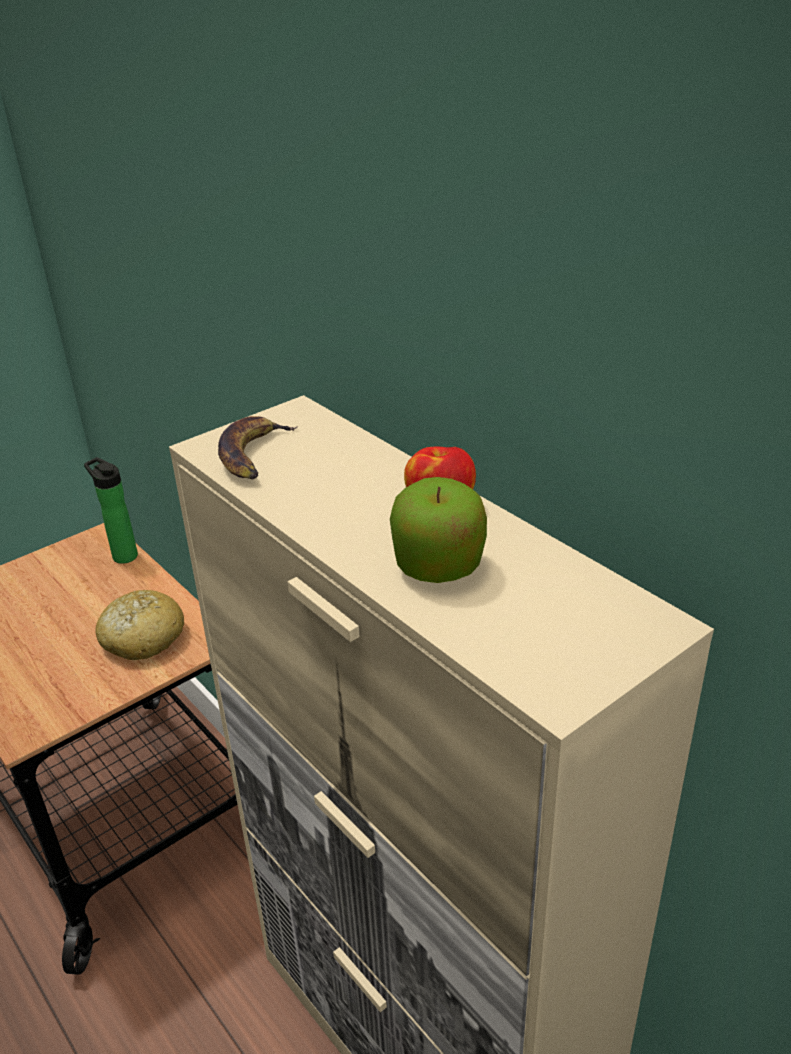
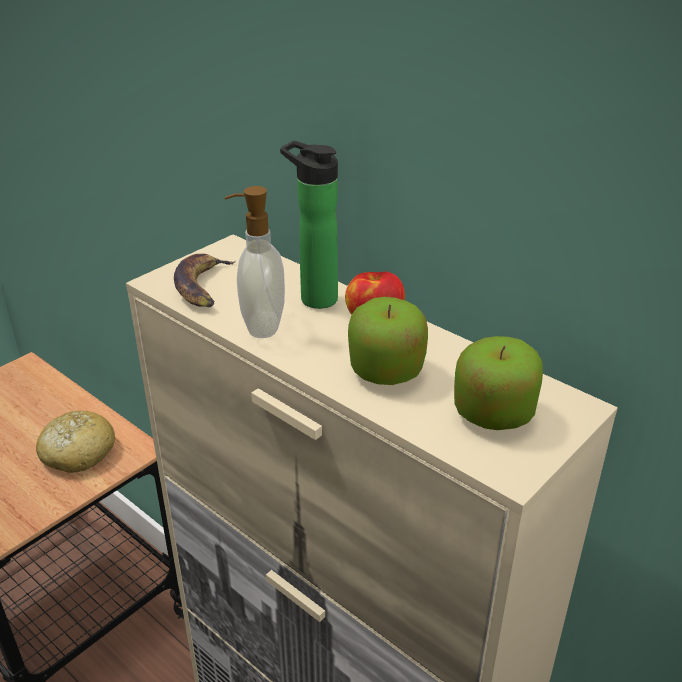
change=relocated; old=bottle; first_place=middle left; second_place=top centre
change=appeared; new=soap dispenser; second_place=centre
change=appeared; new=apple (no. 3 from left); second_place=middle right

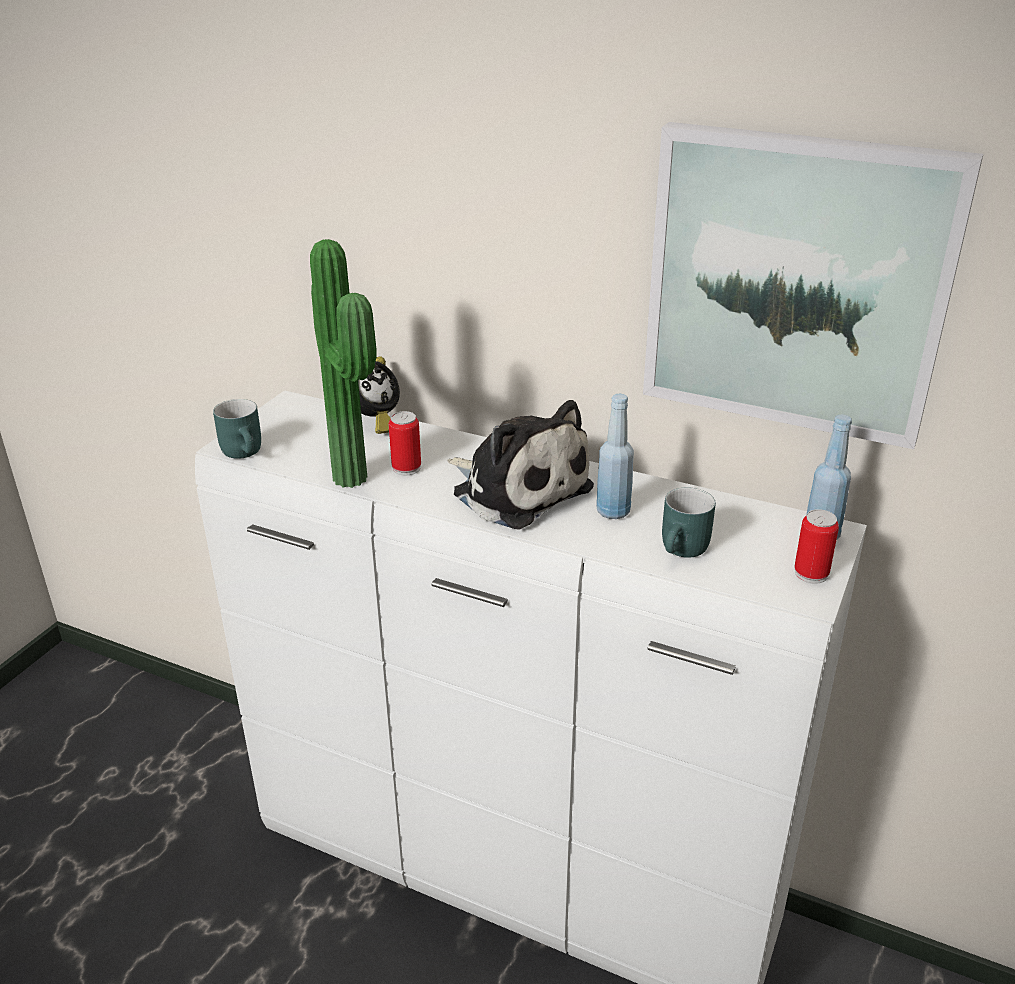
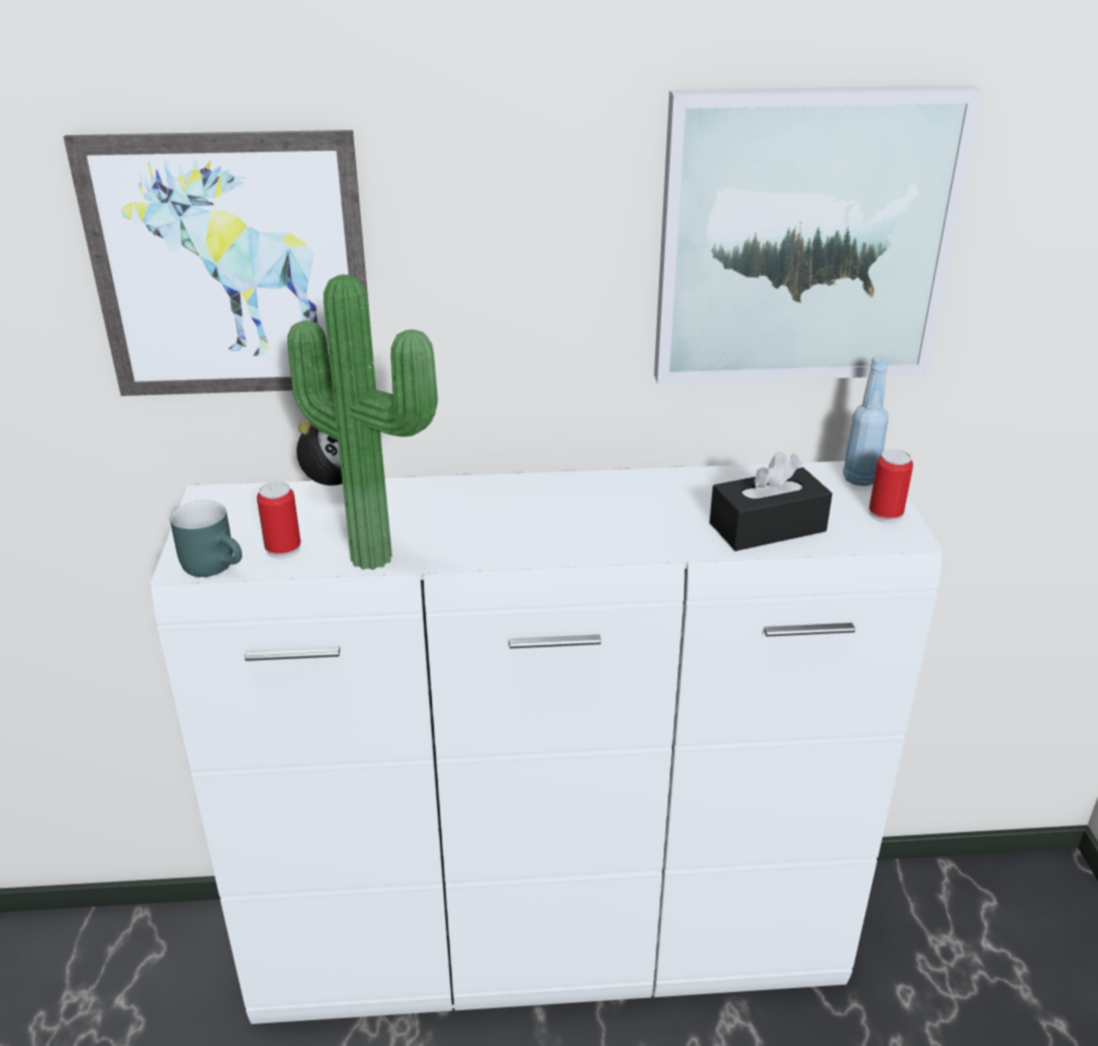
change=relocated; old=can (no. 1 from left); first_place=centre; second_place=middle left
change=missing; old=plush toy; first_place=centre
change=missing; old=blue bottle (no. 1 from left); first_place=centre
change=exchanged; old=turquoise mug (no. 2 from left); new=black tissue box; first_place=middle right; second_place=middle right
change=appeared; new=picture (no. 1 from left); second_place=top left

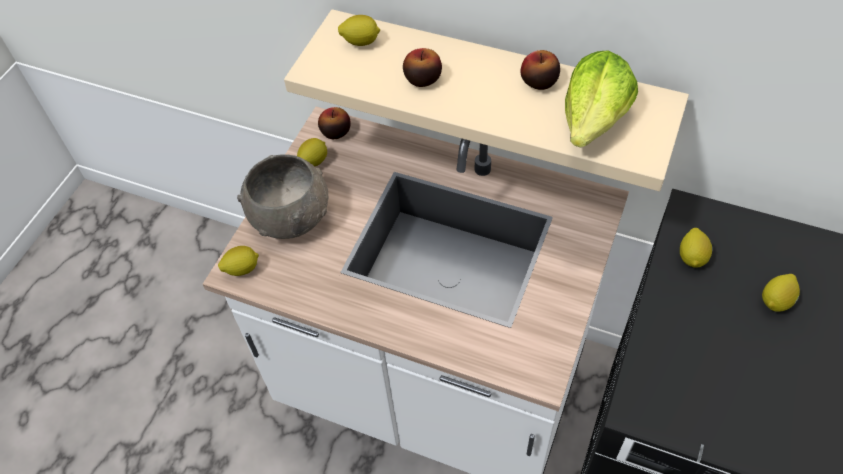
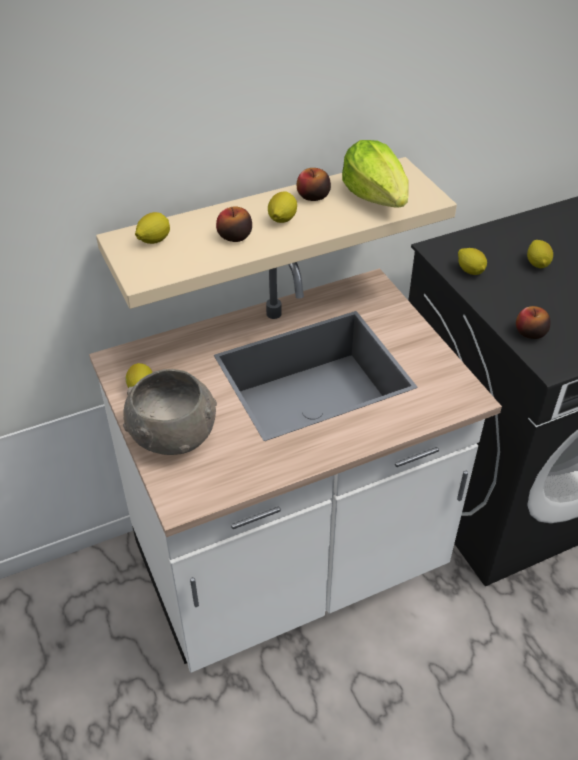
change=relocated; old=lemon (no. 1 from left in the first image); new=lemon (no. 3 from left); first_place=middle left; second_place=top centre
change=relocated; old=apple (no. 1 from left in the first image); new=apple (no. 3 from left); first_place=top centre; second_place=middle right

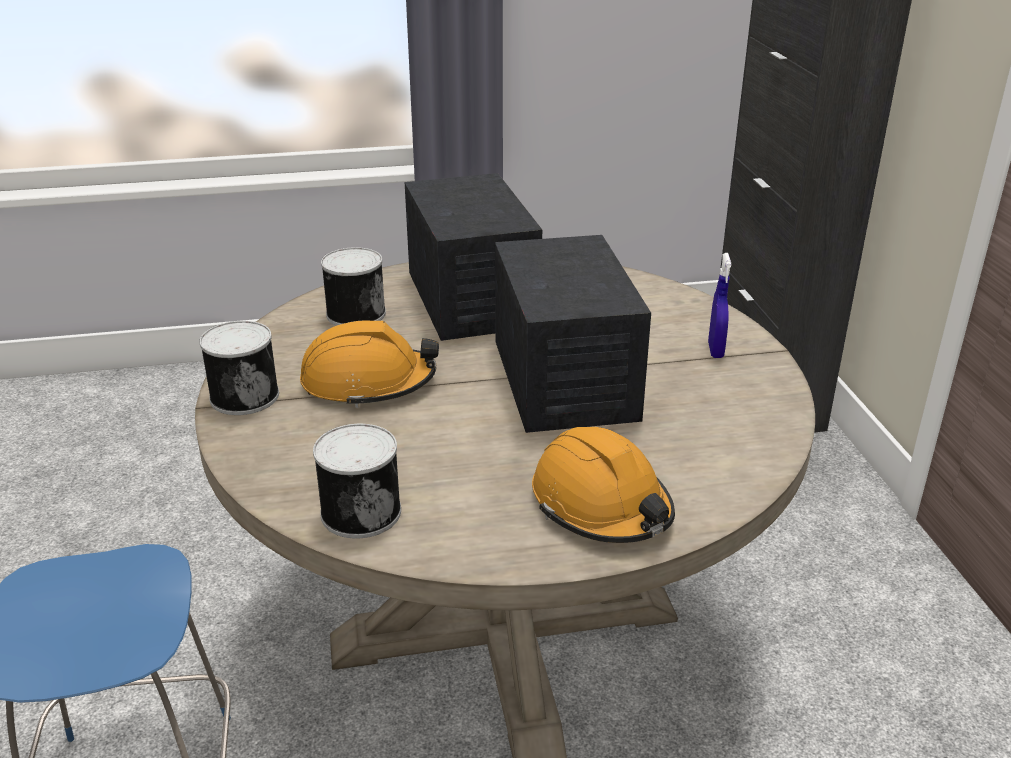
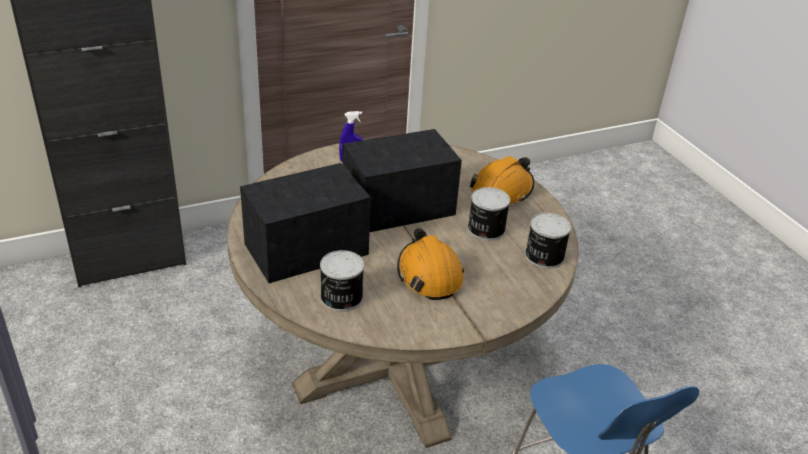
change=relocated; old=can (no. 1 from left in the first image); new=can (no. 2 from left); first_place=middle left; second_place=centre

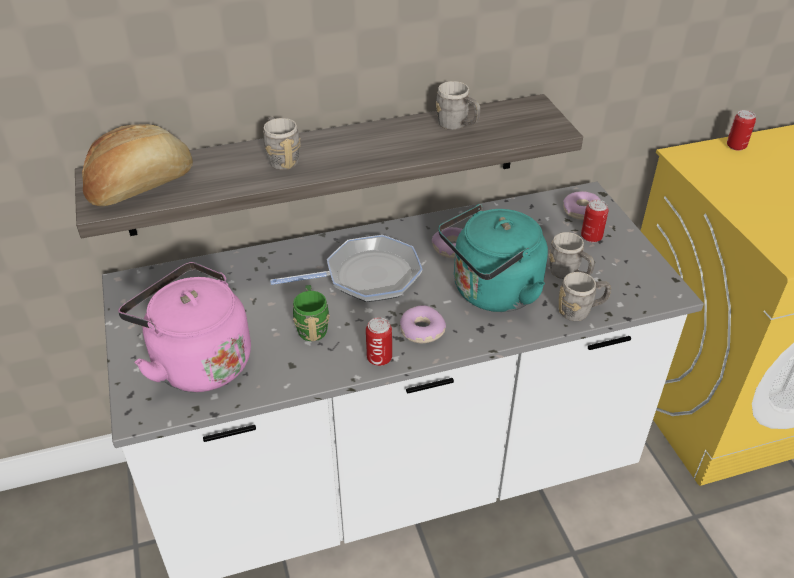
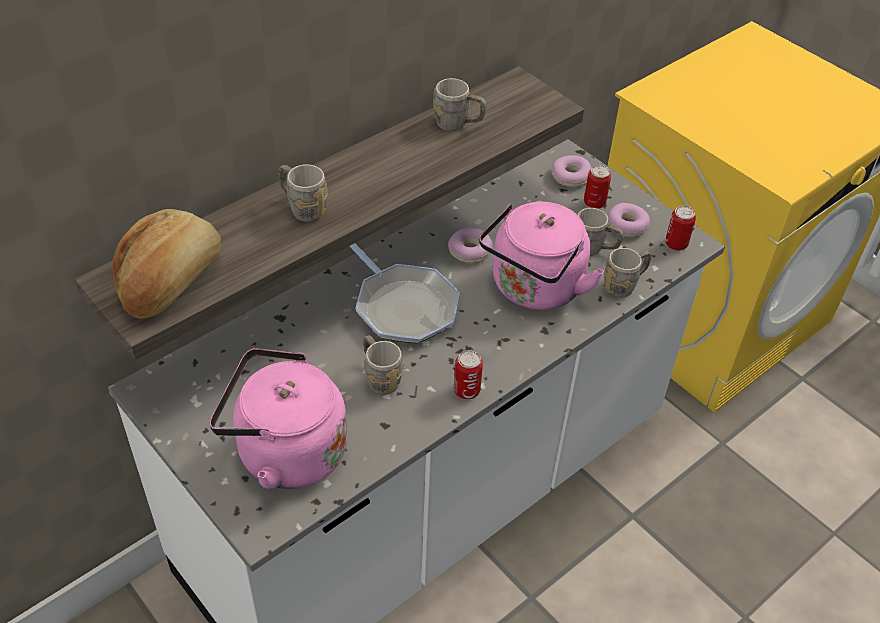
change=spun; old=frying pan; first_place=centre; second_place=centre; degrees=90
change=colour; old=green mug; new=grey mug (no. 2 from left); first_place=centre; second_place=centre
change=relocated; old=donut (no. 1 from left in the first image); new=donut (no. 3 from left); first_place=centre; second_place=middle right
change=colour; old=turquoise kettle; new=pink kettle (no. 2 from left); first_place=centre; second_place=centre
change=relocated; old=can (no. 3 from left); first_place=top right; second_place=middle right

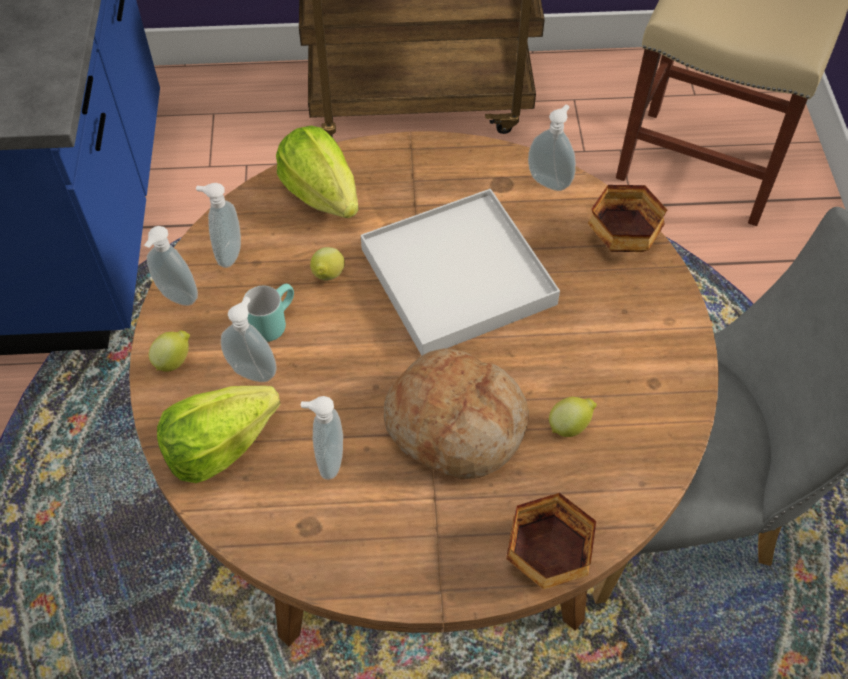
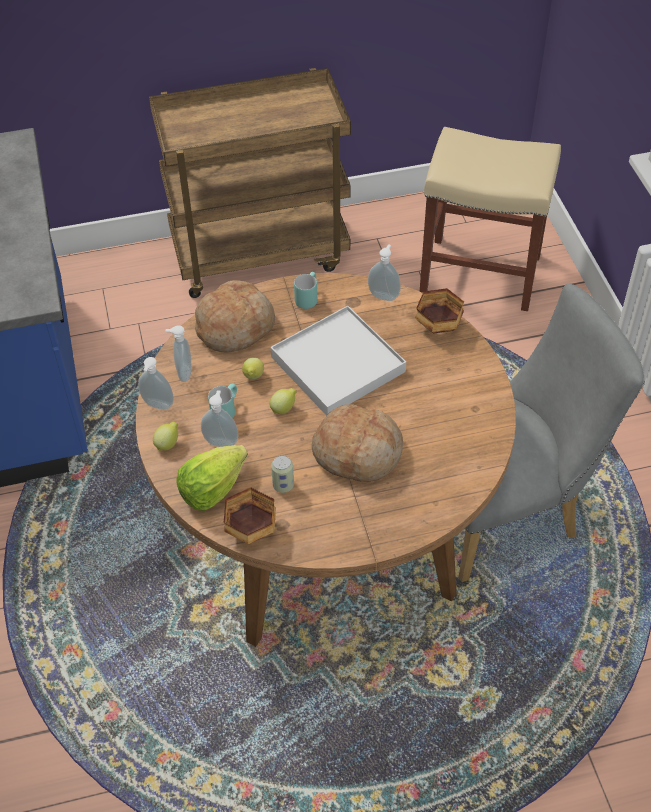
change=exchanged; old=lettuce (no. 2 from left); new=bread (no. 1 from left); first_place=top centre; second_place=centre
change=exchanged; old=soap dispenser (no. 4 from left); new=can; first_place=centre; second_place=centre
change=relocated; old=bowl (no. 1 from left); first_place=bottom centre; second_place=centre
change=relocated; old=lemon (no. 3 from left); first_place=middle right; second_place=centre
change=appeared; new=turquoise mug (no. 2 from left); second_place=centre

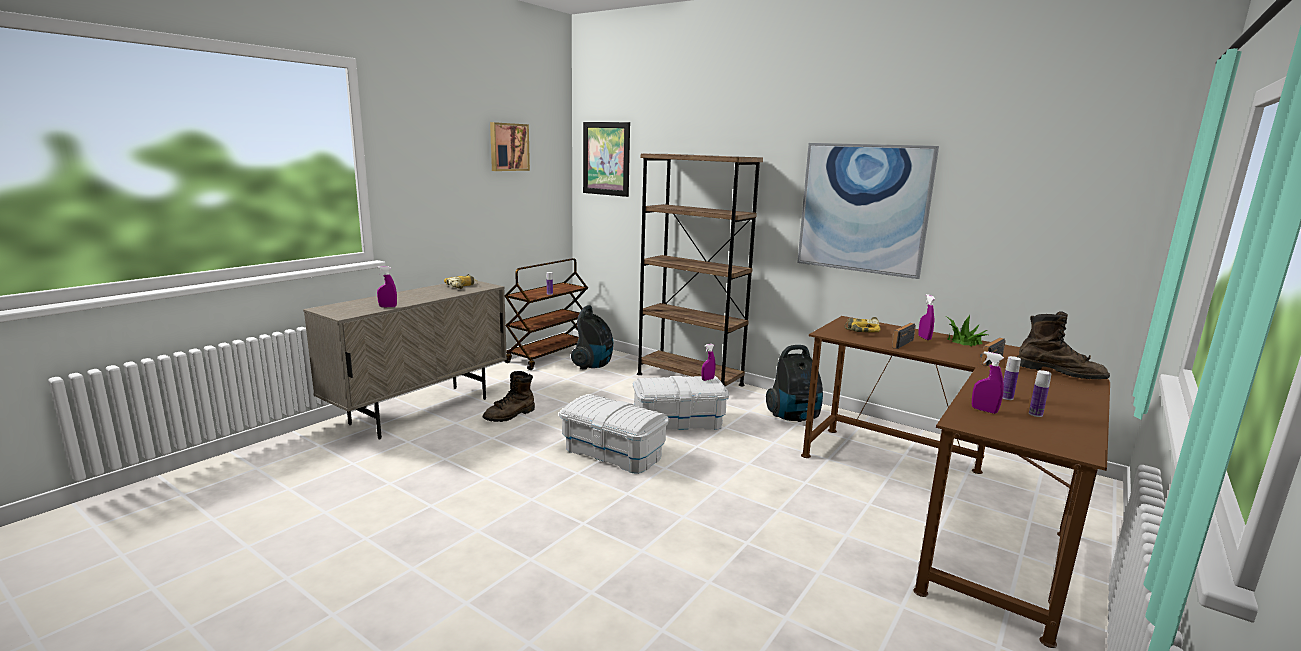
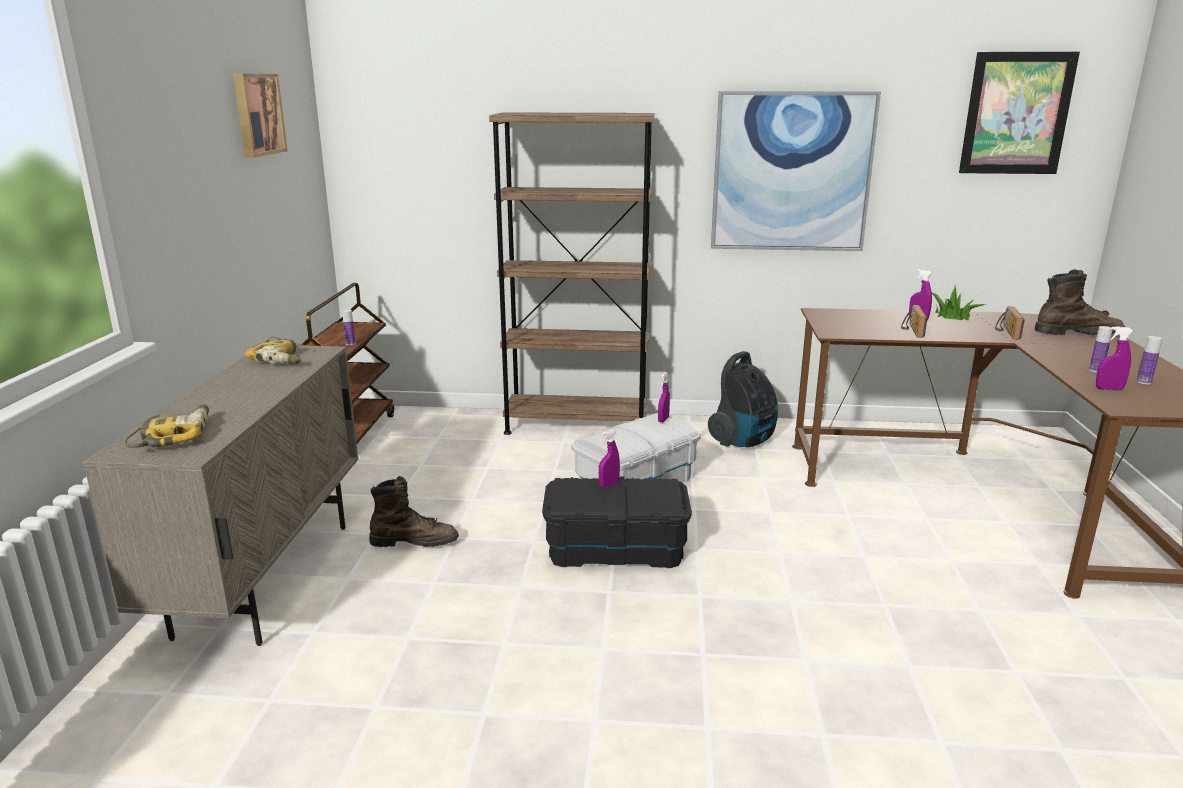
change=relocated; old=purple spray bottle (no. 1 from left); first_place=middle left; second_place=centre
change=spun; old=brown boot (no. 1 from left); first_place=centre; second_place=centre; degrees=-105
change=colour; old=white storage box (no. 1 from left); new=black storage box; first_place=bottom centre; second_place=centre
change=missing; old=vacuum cleaner (no. 1 from left); first_place=centre
change=relocated; old=picture (no. 2 from left in the first image); new=picture (no. 3 from left); first_place=top centre; second_place=top right
change=relocated; old=power drill (no. 2 from left in the first image); new=power drill (no. 1 from left); first_place=centre; second_place=middle left

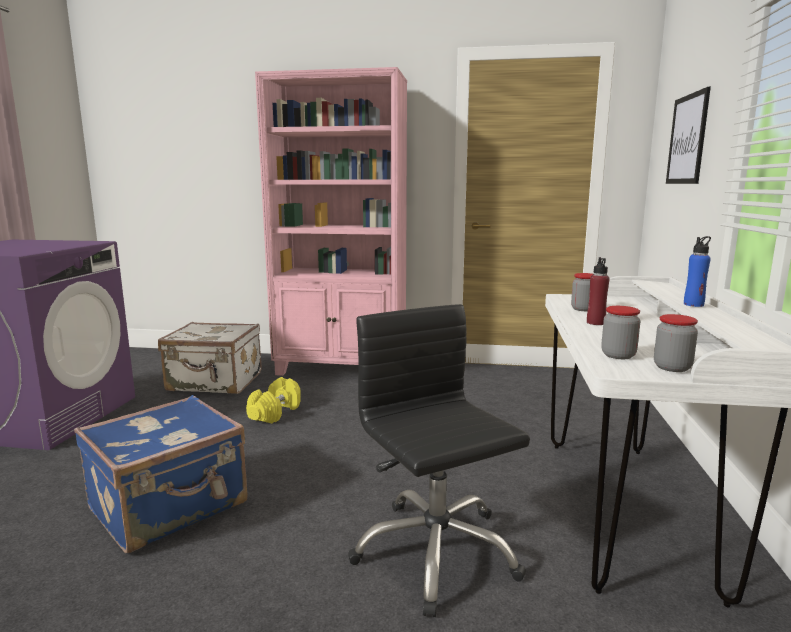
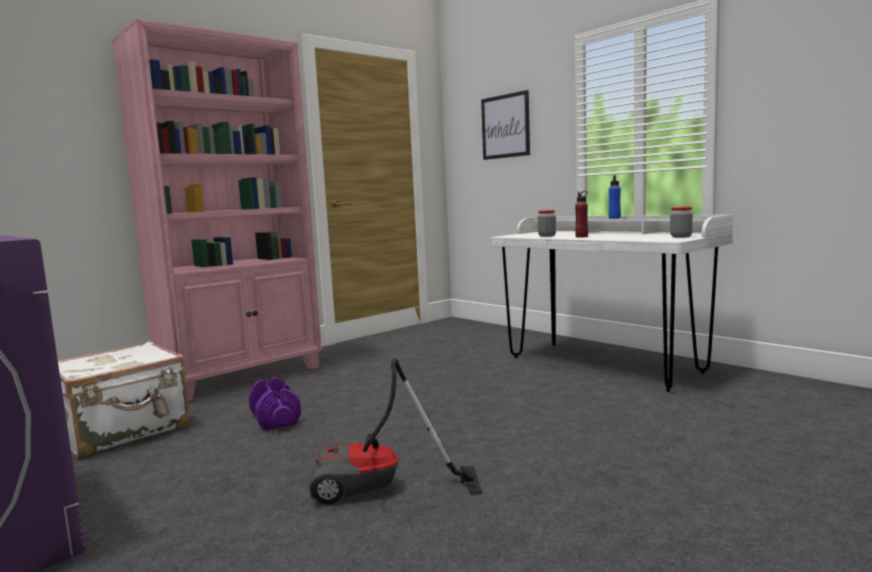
change=exchanged; old=blue suitcase; new=vacuum cleaner; first_place=bottom left; second_place=bottom centre
change=colour; old=yellow dumbbell; new=purple dumbbell; first_place=centre; second_place=bottom left
change=missing; old=black office chair; first_place=bottom centre
change=missing; old=jar (no. 2 from left); first_place=middle right

